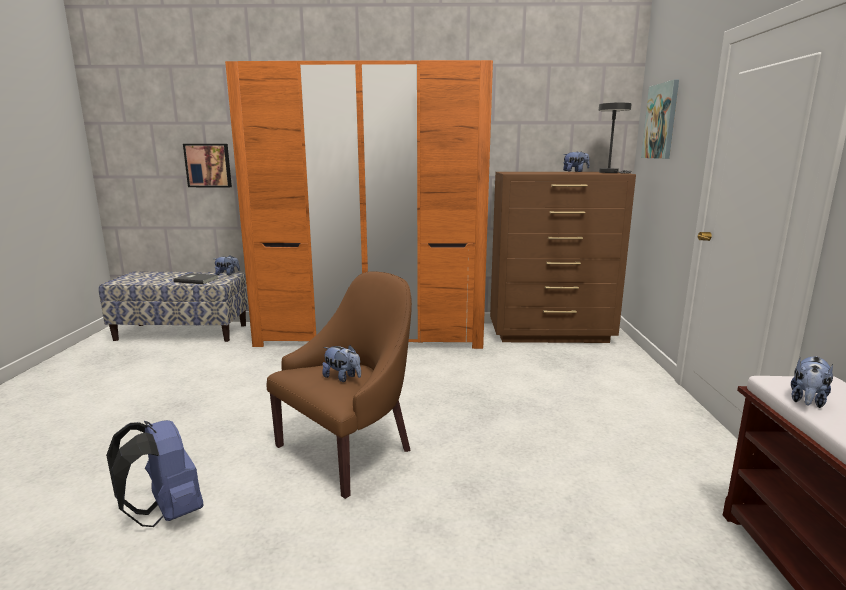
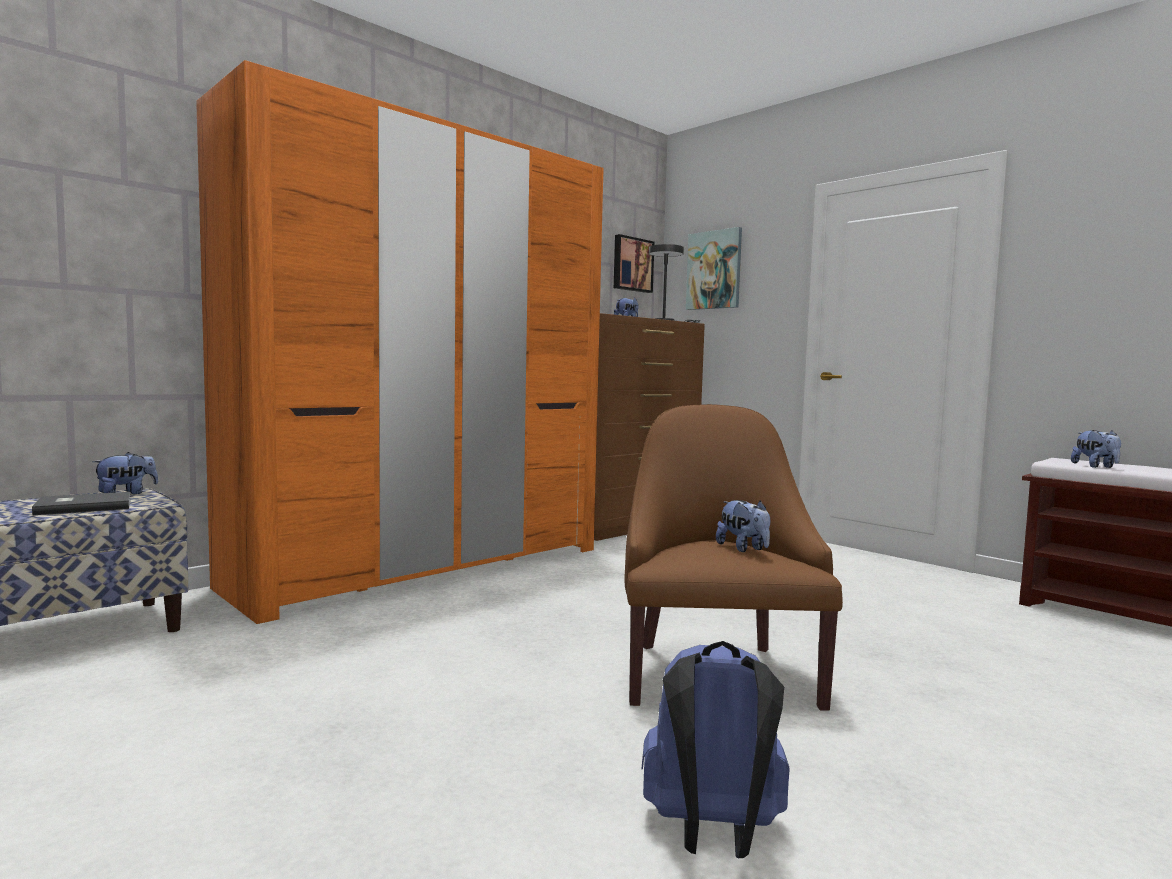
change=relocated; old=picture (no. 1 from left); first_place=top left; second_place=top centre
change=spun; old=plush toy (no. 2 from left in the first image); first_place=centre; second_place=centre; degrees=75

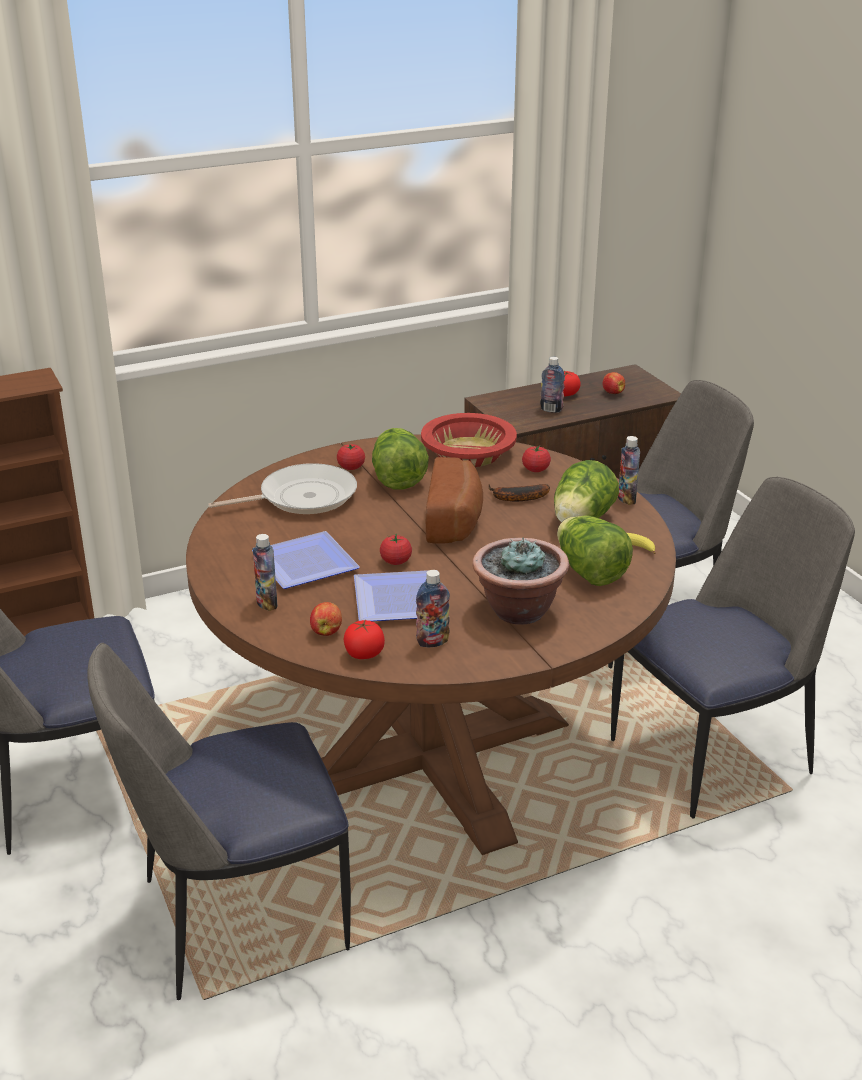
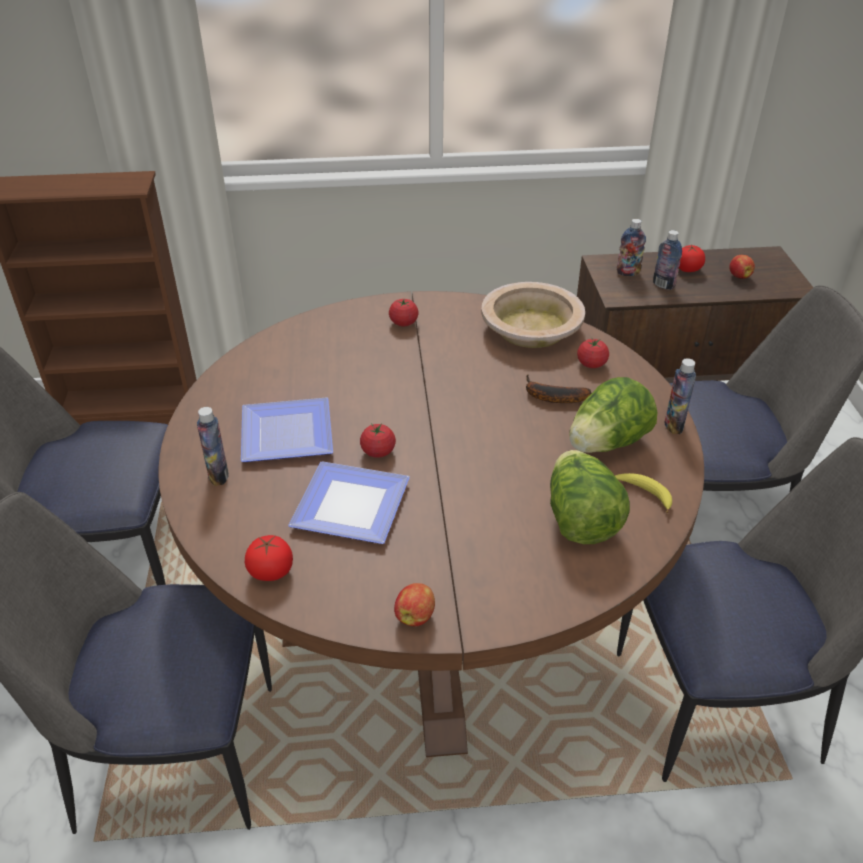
change=missing; old=frying pan; first_place=middle left
change=relocated; old=apple (no. 1 from left); first_place=centre; second_place=bottom centre
change=missing; old=lettuce (no. 1 from left); first_place=centre
change=relocated; old=bottle (no. 2 from left); first_place=centre; second_place=top right
change=colour; old=red bowl; new=beige bowl; first_place=centre; second_place=centre
change=missing; old=bread; first_place=centre
change=missing; old=potted plant; first_place=centre

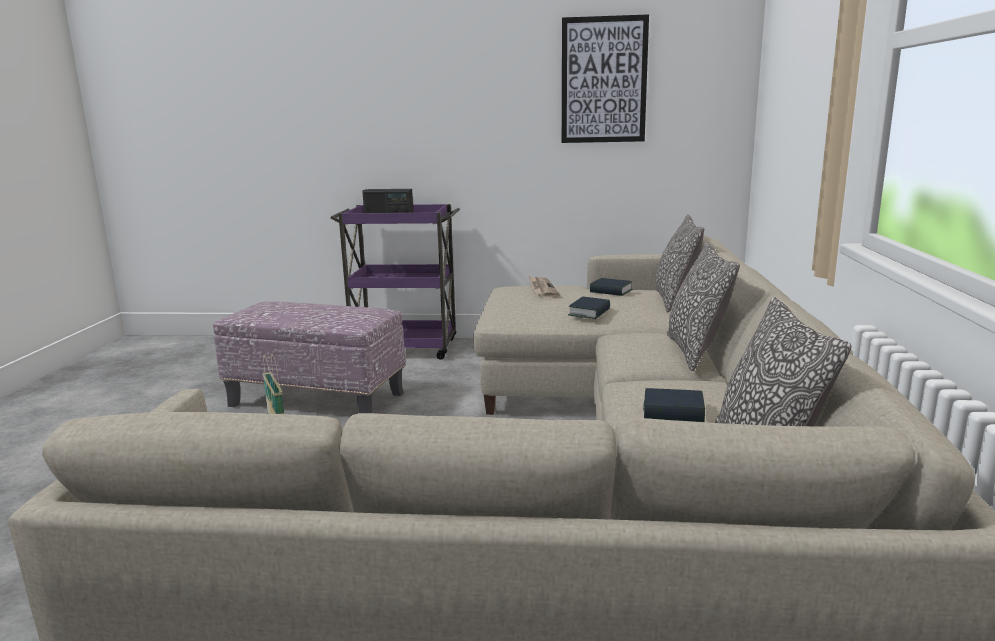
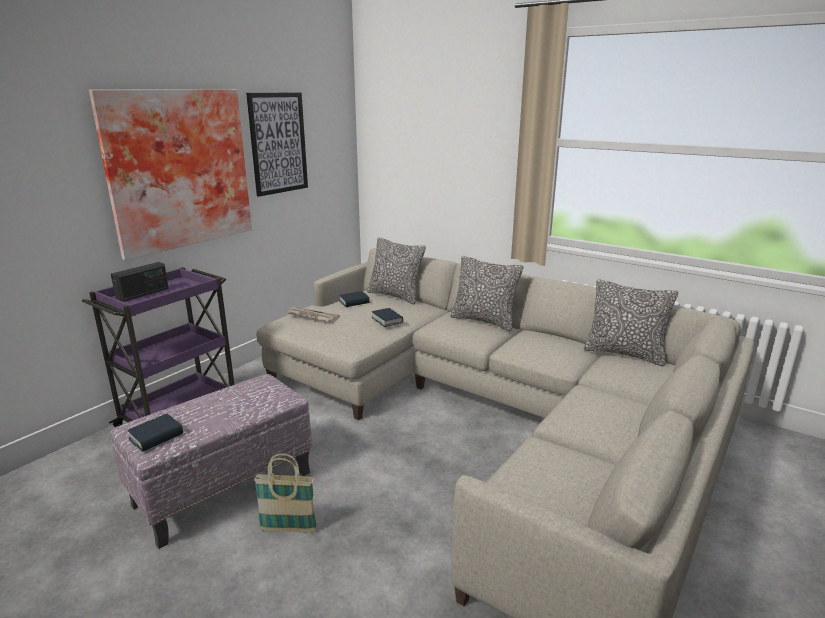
change=relocated; old=book (no. 3 from left in the first image); new=book (no. 1 from left); first_place=middle right; second_place=bottom left
change=appeared; new=picture (no. 1 from left); second_place=top left

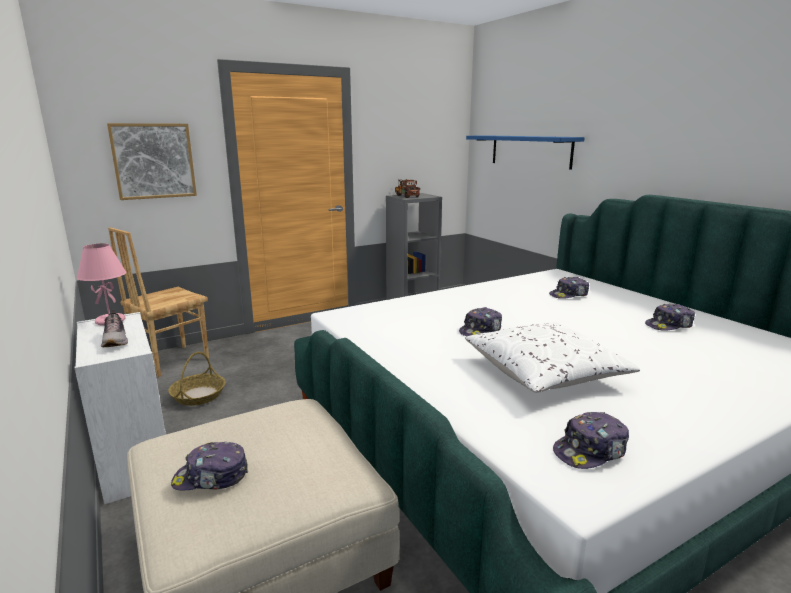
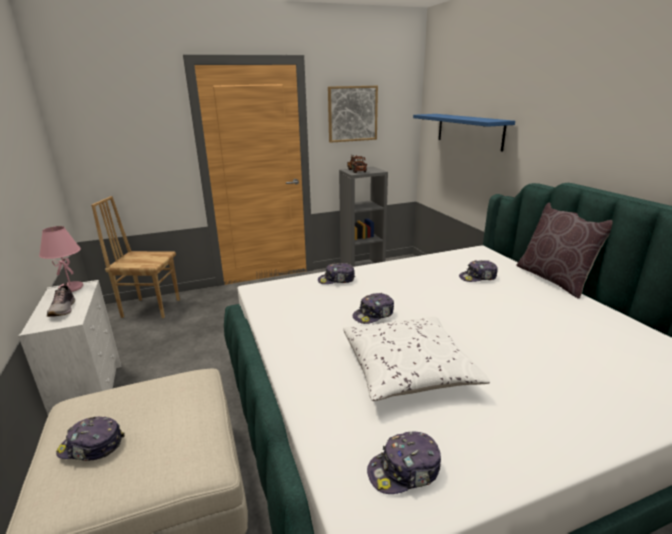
change=relocated; old=picture; first_place=top left; second_place=top centre
change=spun; old=brown chair; first_place=middle left; second_place=middle left; degrees=45
change=missing; old=basket; first_place=middle left
change=relocated; old=cap (no. 5 from left in the first image); new=cap (no. 2 from left); first_place=middle right; second_place=centre
change=appeared; new=brown pillow; second_place=middle right

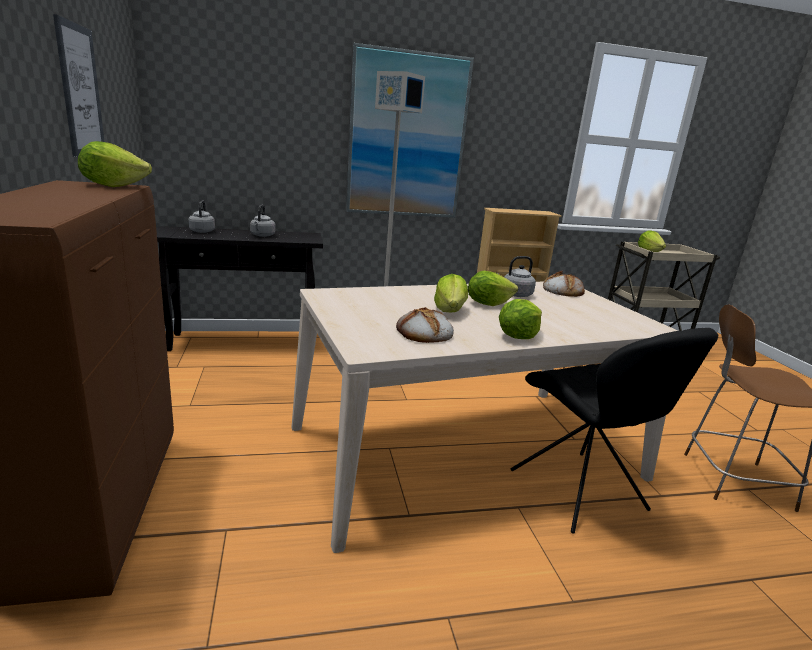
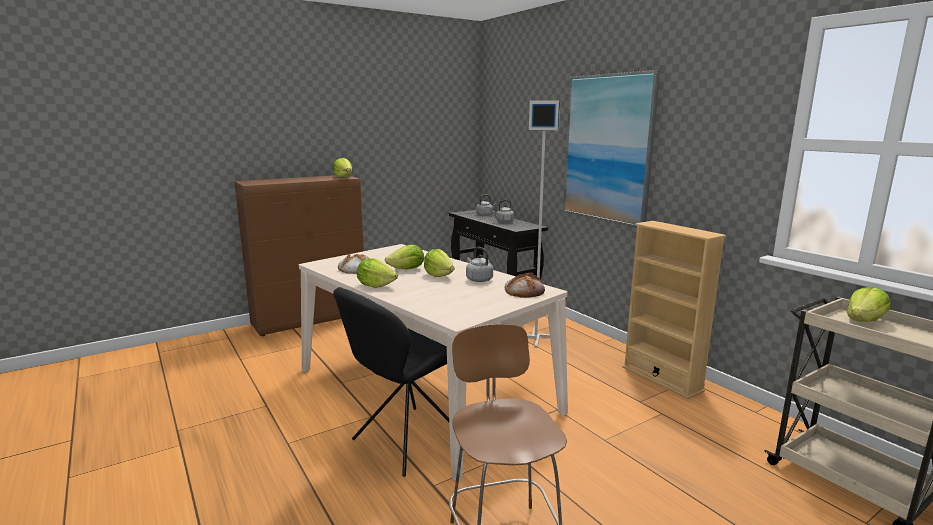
change=missing; old=picture (no. 1 from left); first_place=top left

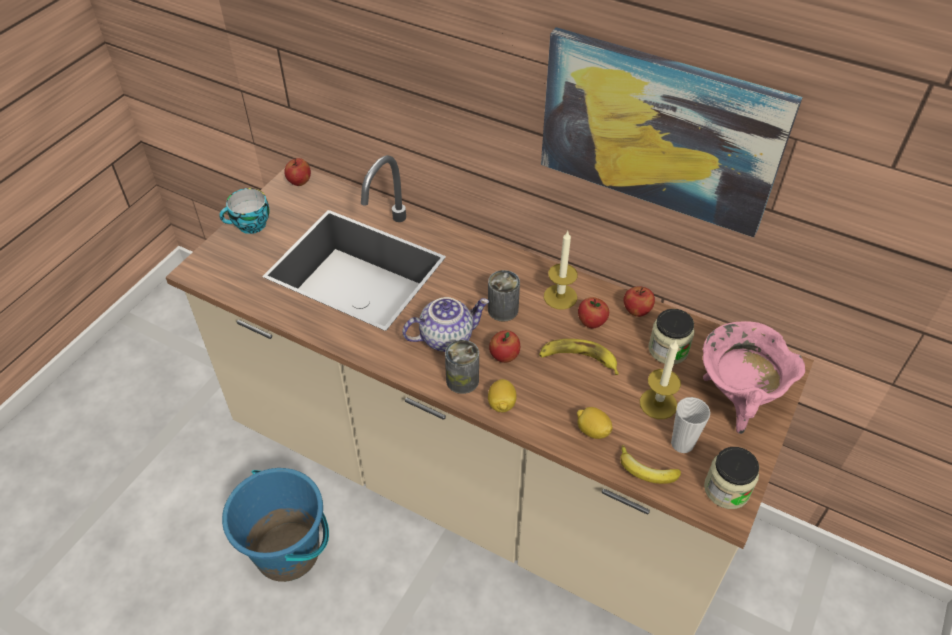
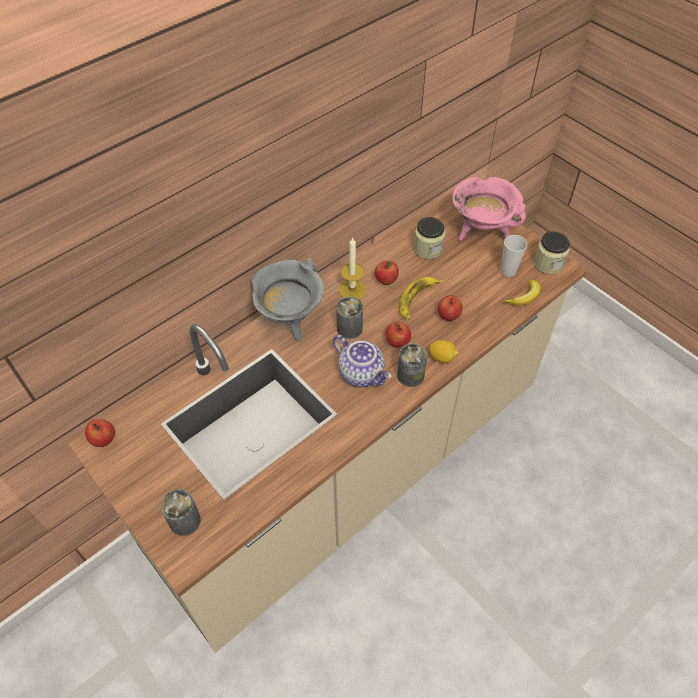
change=missing; old=cup (no. 1 from left); first_place=top left
change=missing; old=blue bucket; first_place=bottom left
change=spun; old=teapot; first_place=centre; second_place=centre; degrees=135
change=missing; old=picture; first_place=top right
change=missing; old=lemon (no. 2 from left); first_place=centre
change=relocated; old=apple (no. 4 from left); first_place=middle right; second_place=centre
change=missing; old=candle (no. 2 from left); first_place=middle right
change=appeared; new=can (no. 1 from left); second_place=bottom left
change=appeared; new=grey cooking pot; second_place=centre

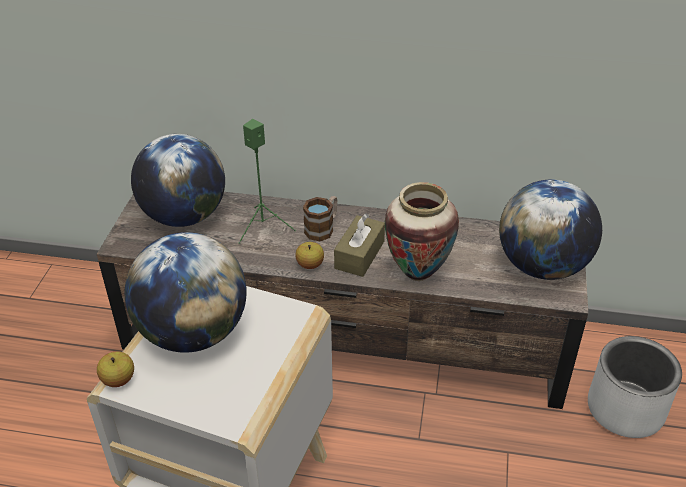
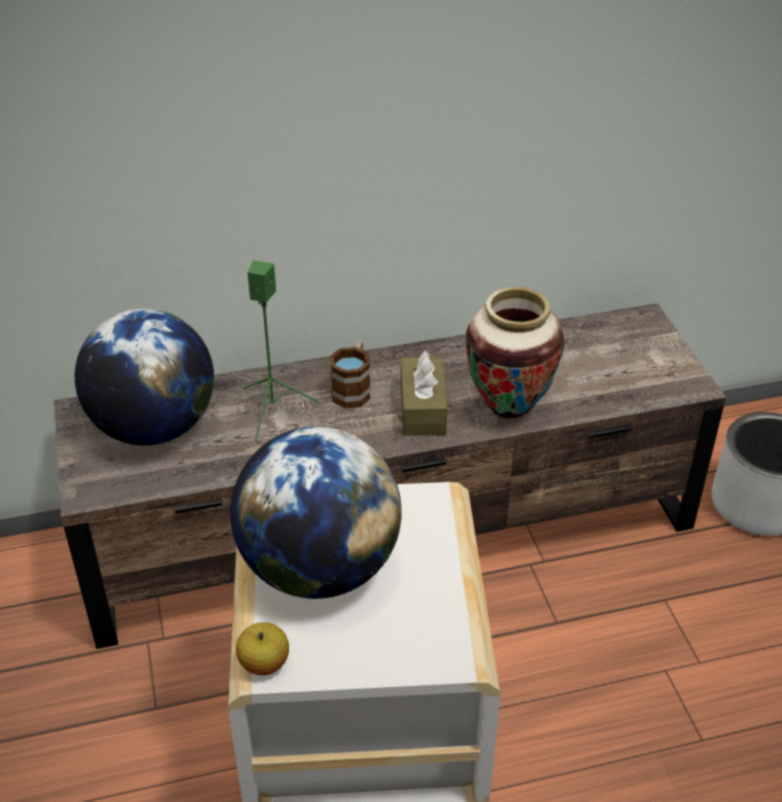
change=missing; old=apple (no. 2 from left); first_place=centre
change=missing; old=globe (no. 3 from left); first_place=middle right

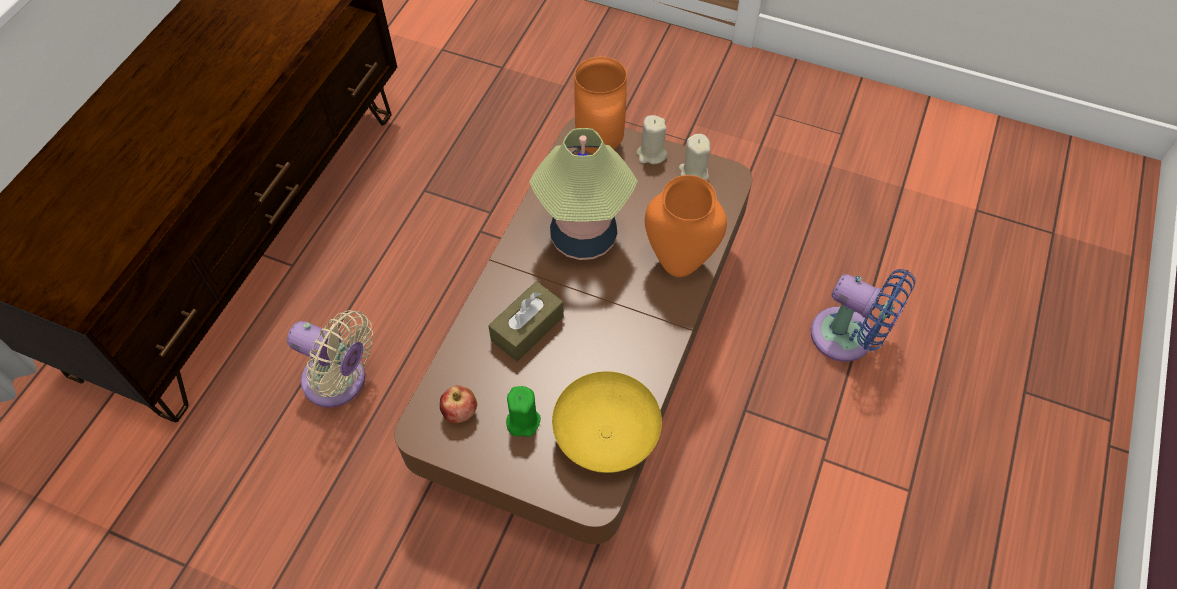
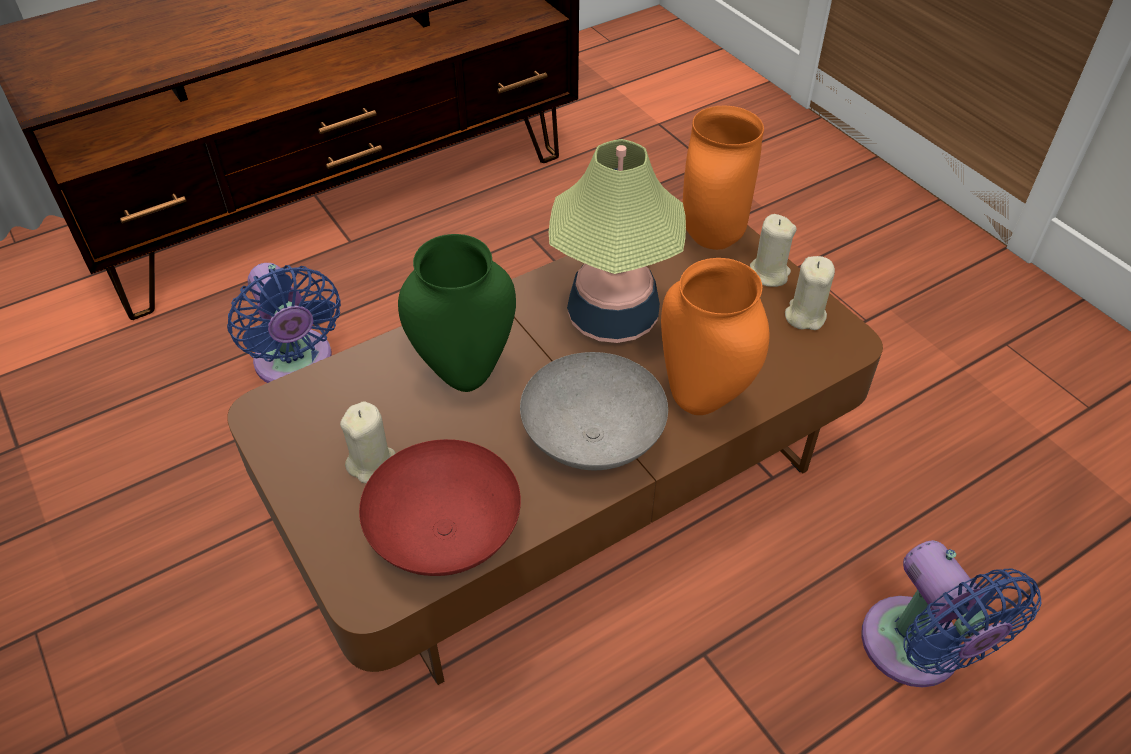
change=colour; old=beige fan; new=blue fan (no. 1 from left); first_place=middle left; second_place=middle left
change=missing; old=apple; first_place=bottom centre
change=exchanged; old=brown tissue box; new=green vase; first_place=centre; second_place=centre
change=colour; old=green candle; new=beige candle (no. 1 from left); first_place=bottom centre; second_place=middle left
change=colour; old=yellow bowl; new=red bowl; first_place=bottom centre; second_place=bottom centre
change=appeared; new=grey bowl; second_place=centre

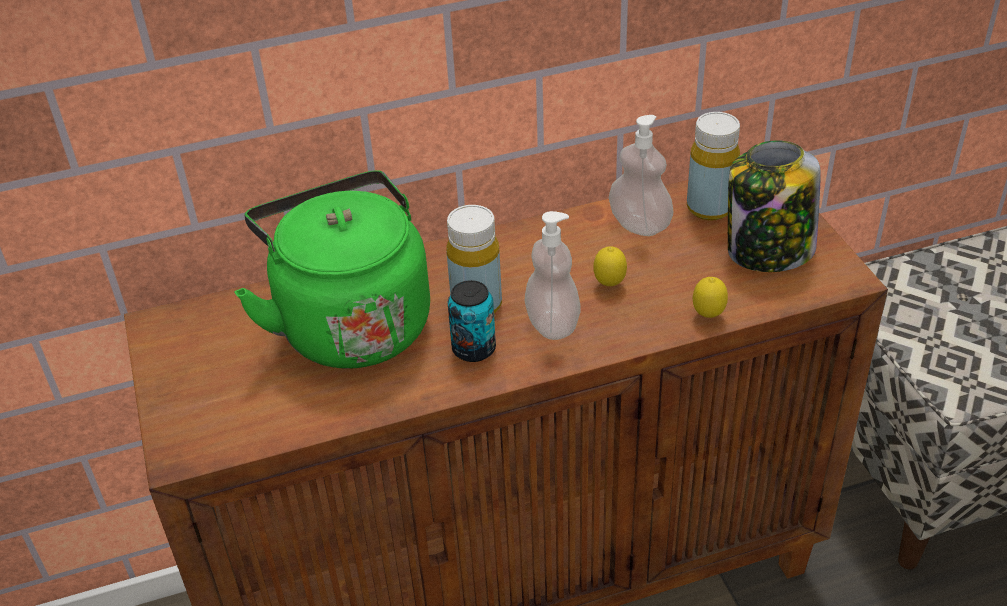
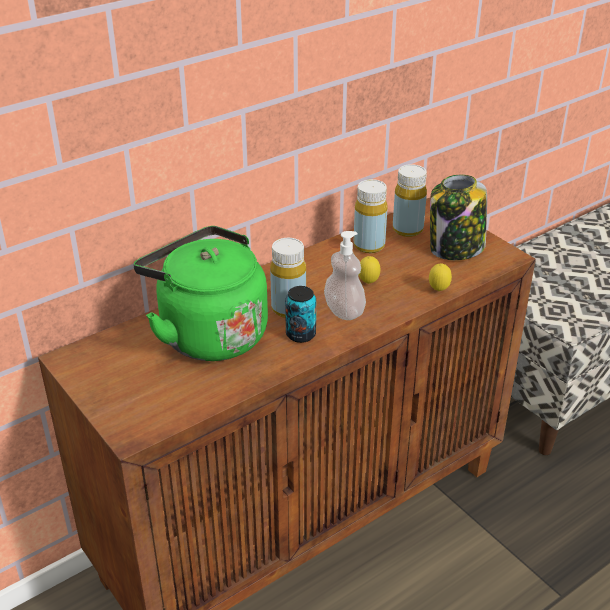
change=exchanged; old=soap dispenser (no. 2 from left); new=yellow bottle (no. 2 from left); first_place=top centre; second_place=centre

